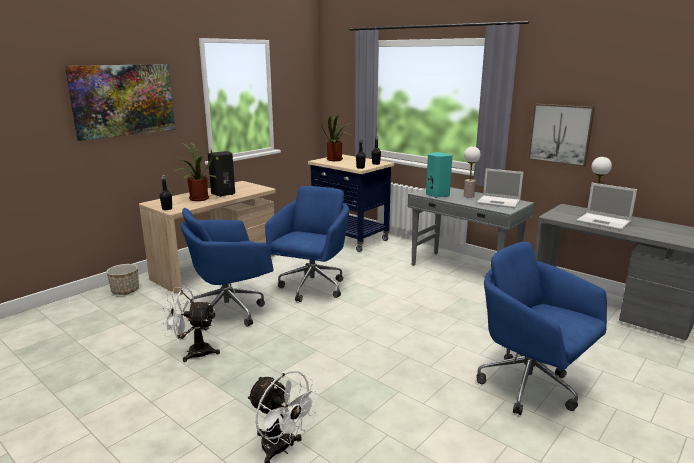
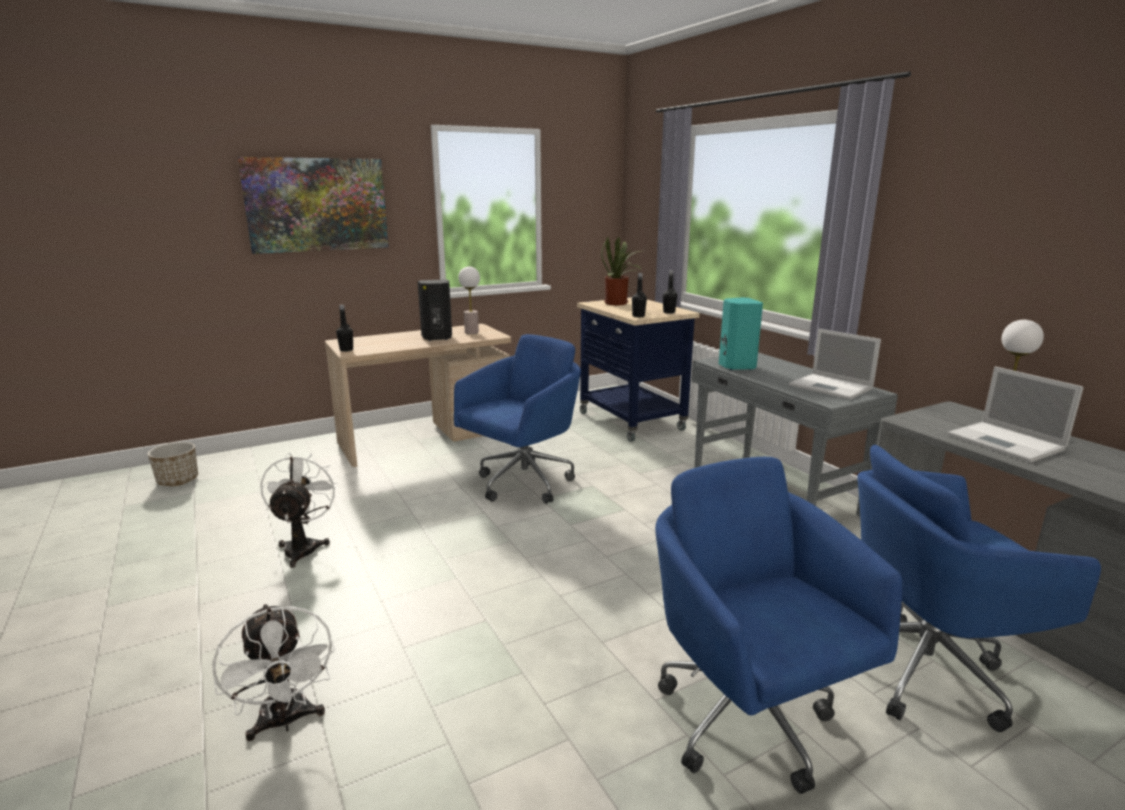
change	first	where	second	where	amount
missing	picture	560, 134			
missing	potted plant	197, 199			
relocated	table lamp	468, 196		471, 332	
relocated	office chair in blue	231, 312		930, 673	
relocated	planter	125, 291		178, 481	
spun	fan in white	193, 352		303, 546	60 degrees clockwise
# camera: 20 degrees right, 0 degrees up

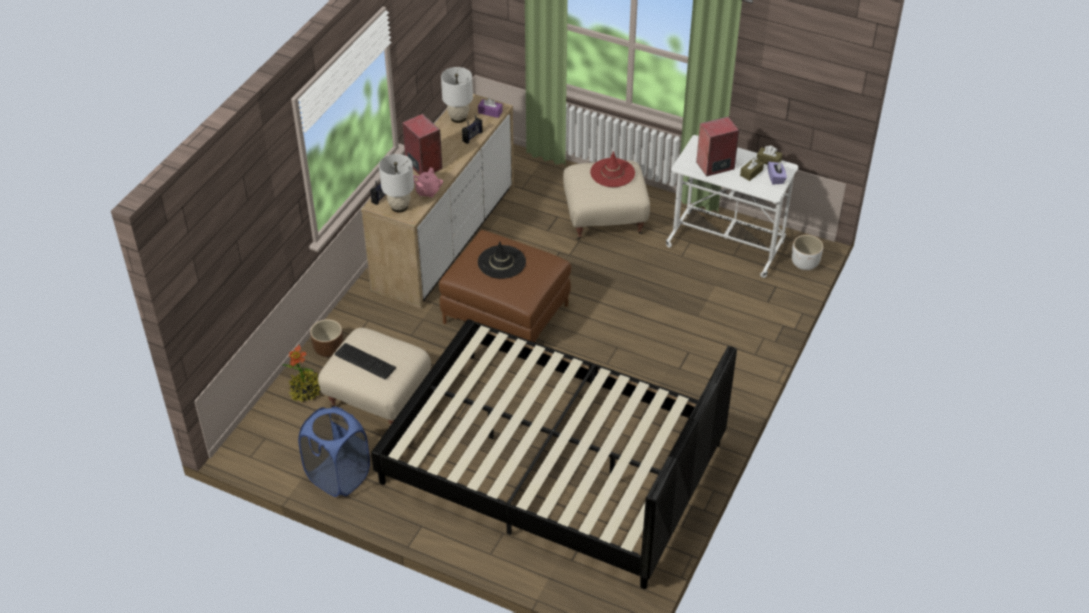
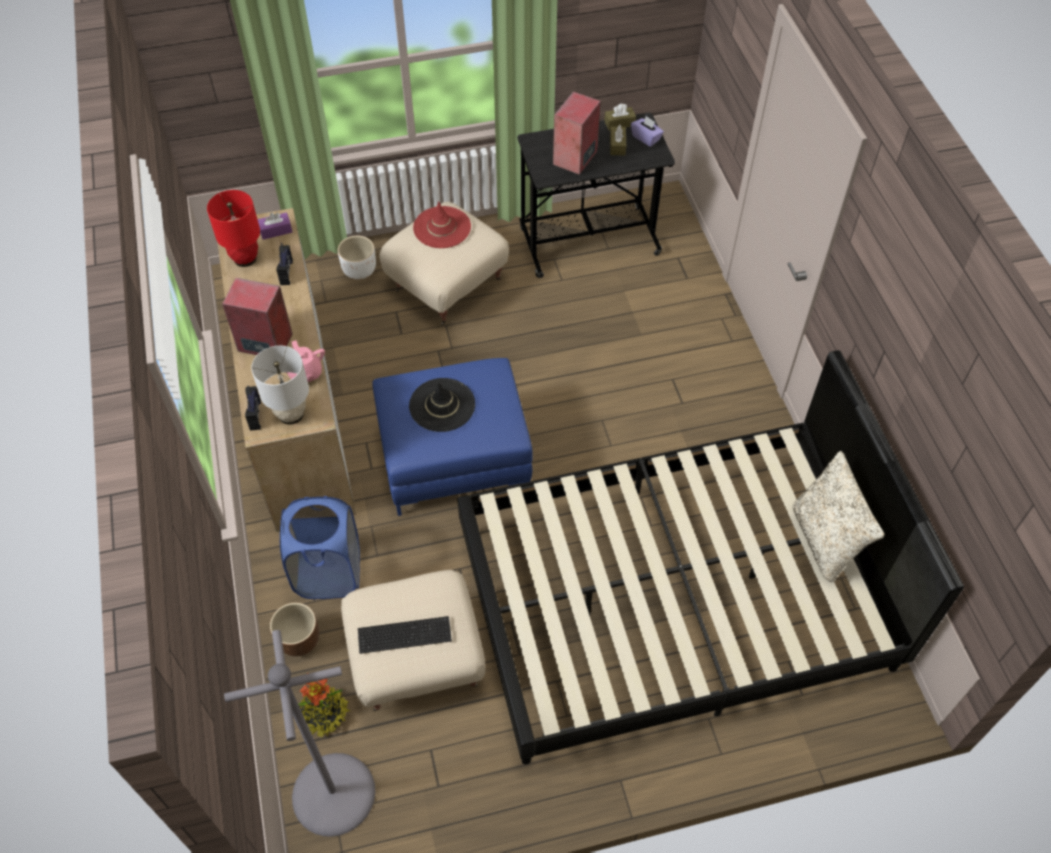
change	first	where	second	where	amount
colour	table lamp in white	458, 118	table lamp in red	245, 258	
colour	desk in white	725, 244	desk in black	589, 241	
colour	ottoman in brown	506, 314	ottoman in blue	455, 459	
relocated	planter in white	805, 263		359, 270	
relocated	laundry basket in blue	338, 476		328, 573	
appeared			pillow in beige	823, 542	
appeared			clothes rack in grey	333, 794	
# camera: 40 degrees left, 10 degrees up

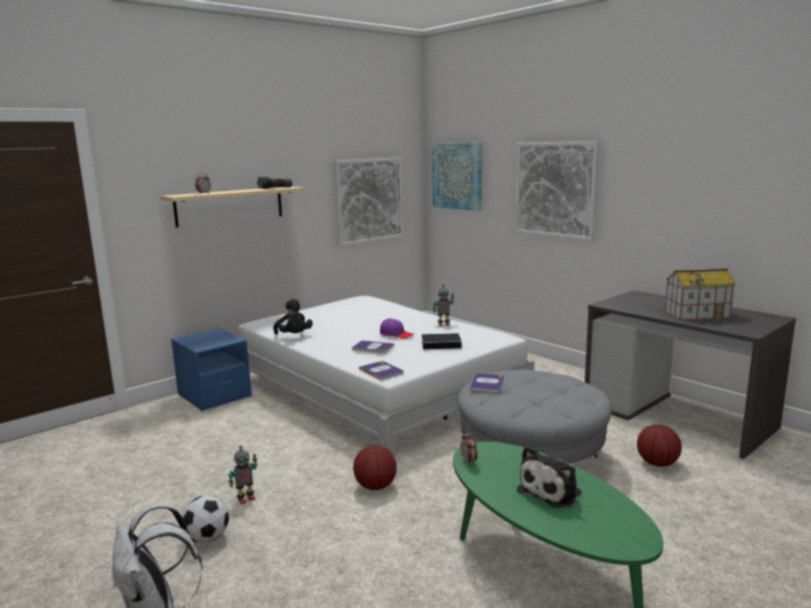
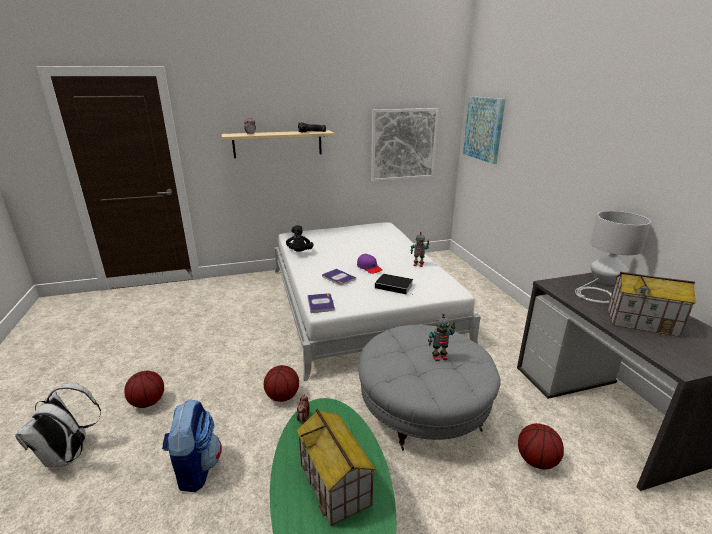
change	first	where	second	where	amount
missing	picture	555, 189			
missing	nightstand in blue	214, 396			
missing	book	487, 383			
relocated	toy robot	246, 499		439, 357	
exchanged	plush toy	552, 491	toy house	335, 484	
exchanged	football	207, 538	basketball	148, 402	
appeared			table lamp in white	601, 285	
appeared			backpack	196, 468	
# camera: 25 degrees right, 10 degrees up

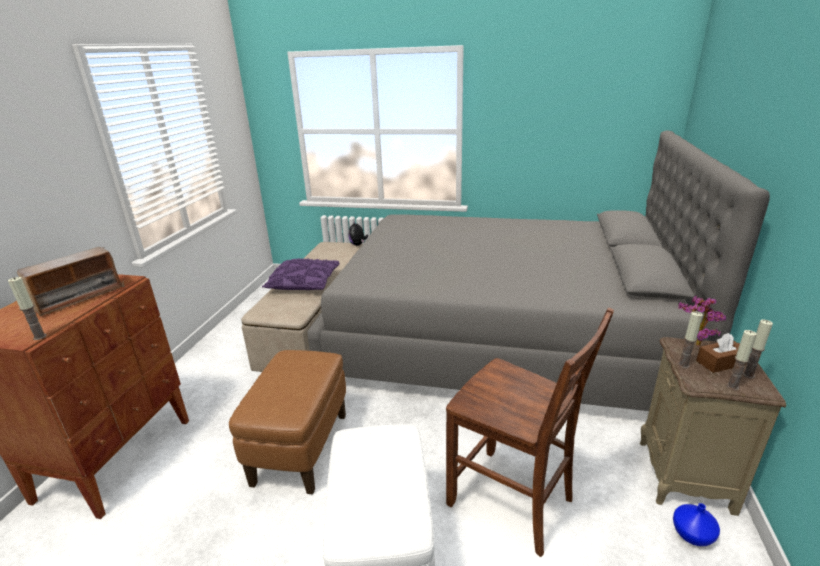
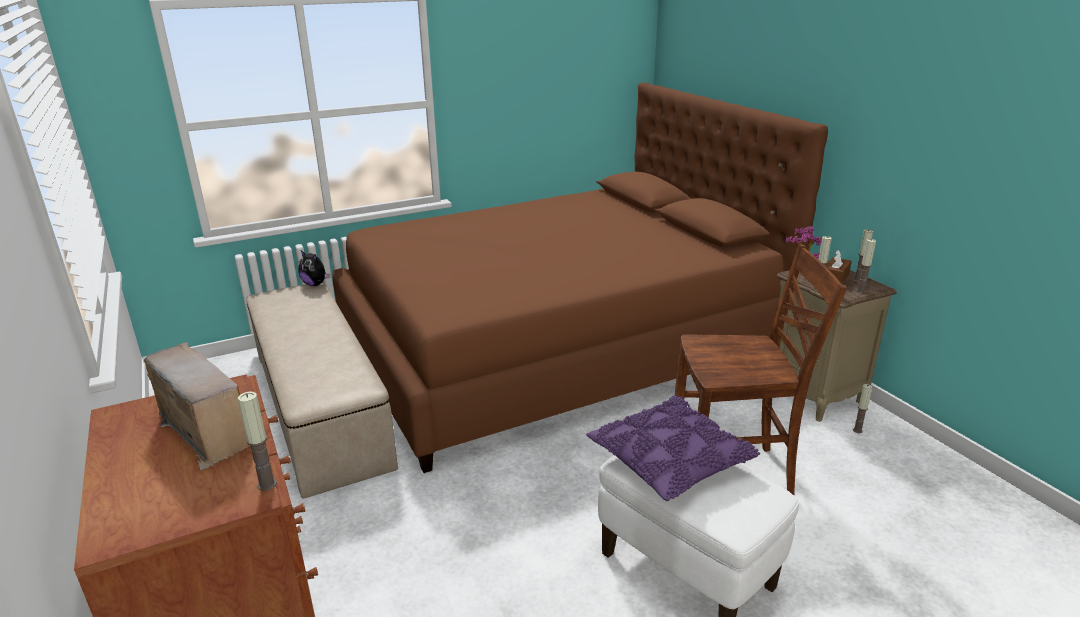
change	first	where	second	where	amount
colour	bed in grey	500, 338	bed in brown	558, 345	
spun	radio	79, 298		204, 430	45 degrees counterclockwise
relocated	pillow in purple	304, 283		670, 460	
missing	ottoman in brown	301, 448			
exchanged	vase in blue	692, 535	candle	857, 430	
# camera: 40 degrees left, 0 degrees up

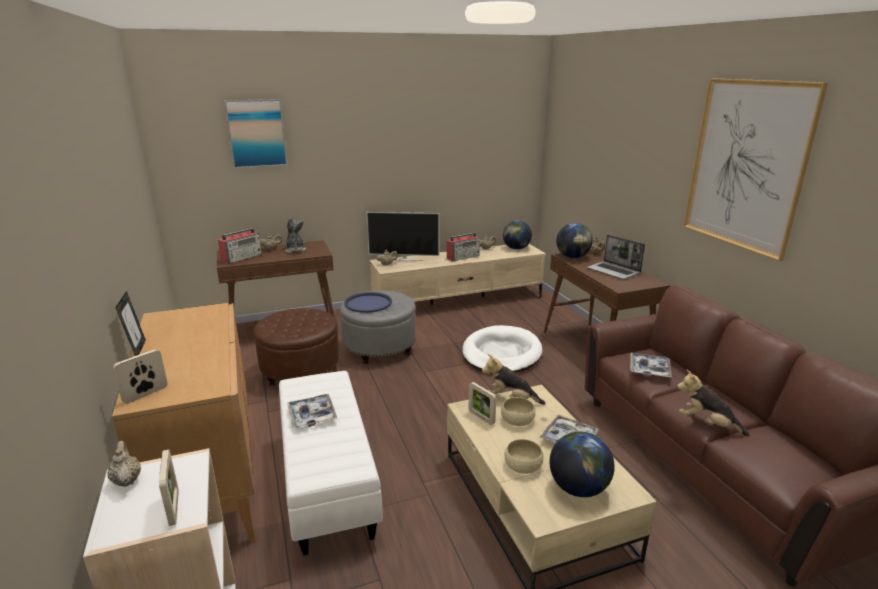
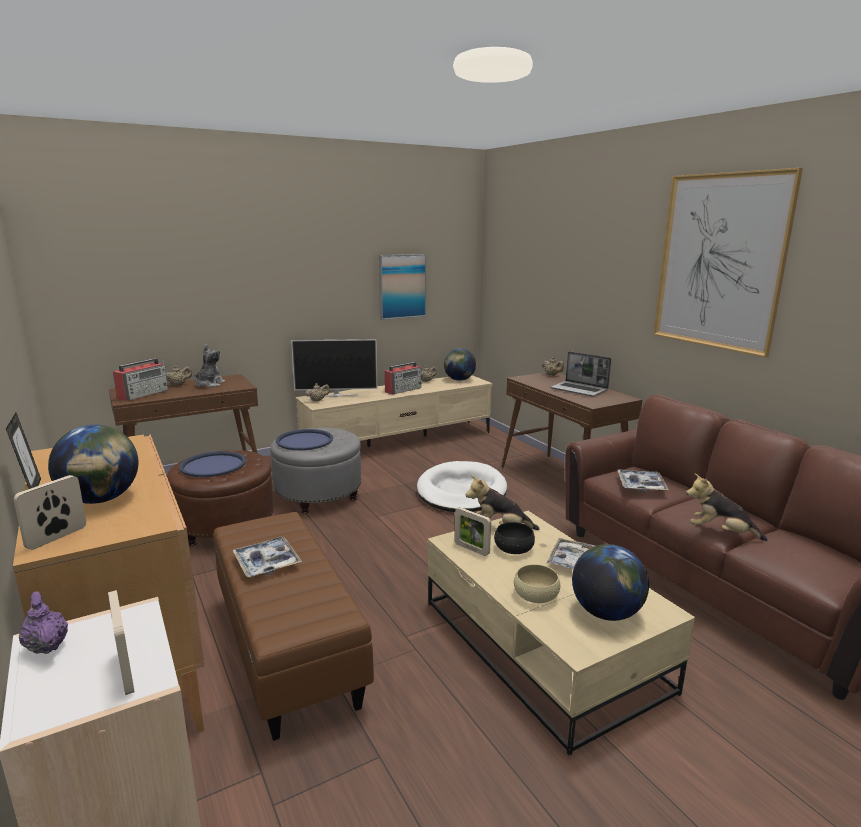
change	first	where	second	where	amount
relocated	picture	256, 133		402, 286	
spun	plush toy	295, 250		209, 384	45 degrees clockwise
relocated	globe	572, 257		101, 499	
colour	ottoman in white	327, 483	ottoman in brown	286, 650	
colour	bowl in beige	517, 420	bowl in black	513, 548	
colour	teapot in beige	127, 480	teapot in purple	46, 645	
appeared			tray in blue	213, 465	
# camera: 10 degrees left, 5 degrees down

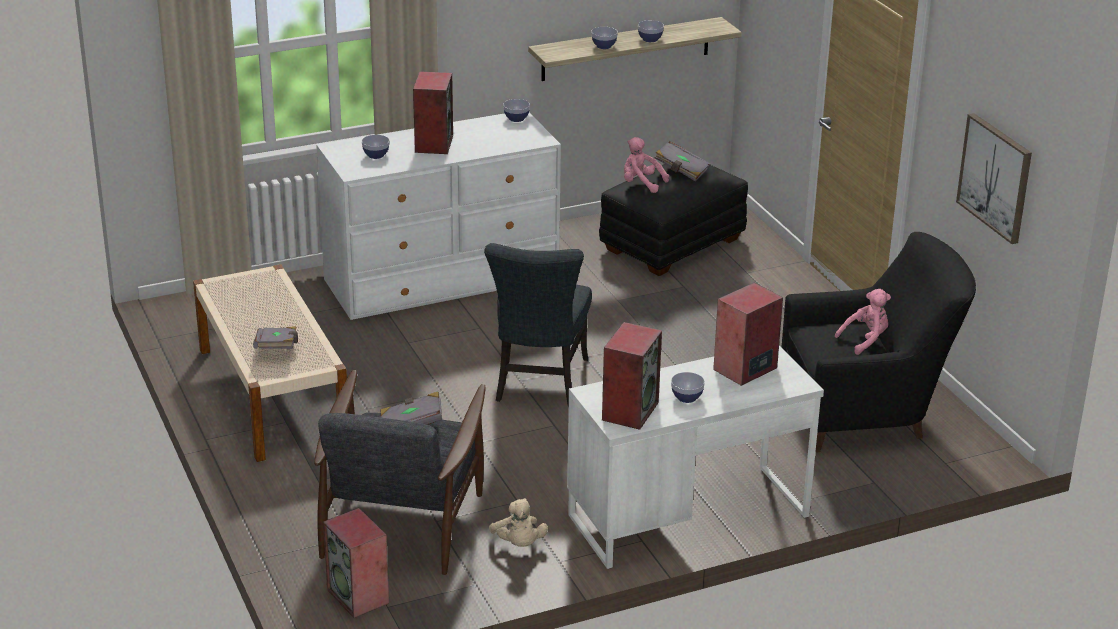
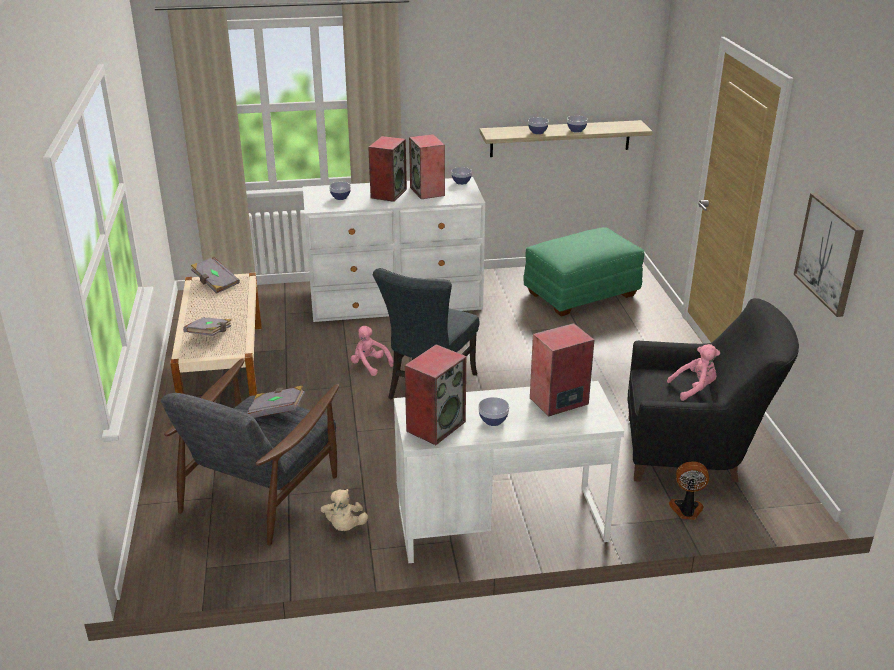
change	first	where	second	where	amount
relocated	plush toy in pink	641, 184		370, 365	
relocated	book in grey	681, 171		215, 283	
colour	ottoman in black	672, 244	ottoman in green	581, 294	
relocated	speaker	359, 596		428, 191	
appeared			fan	686, 510	
# camera: 15 degrees right, 0 degrees up

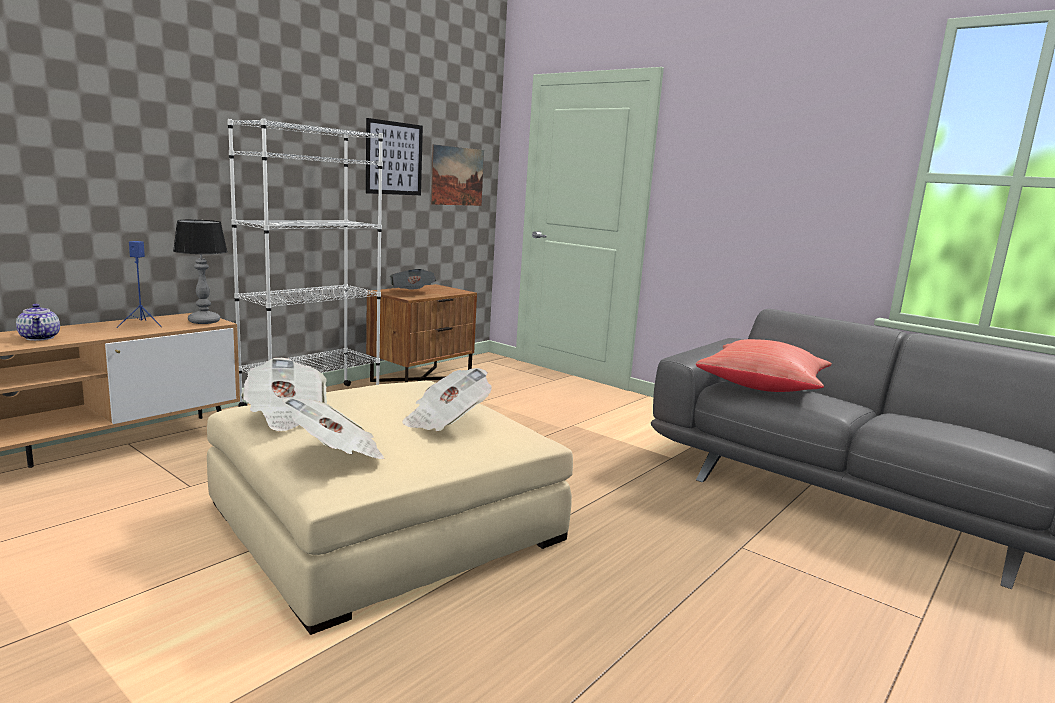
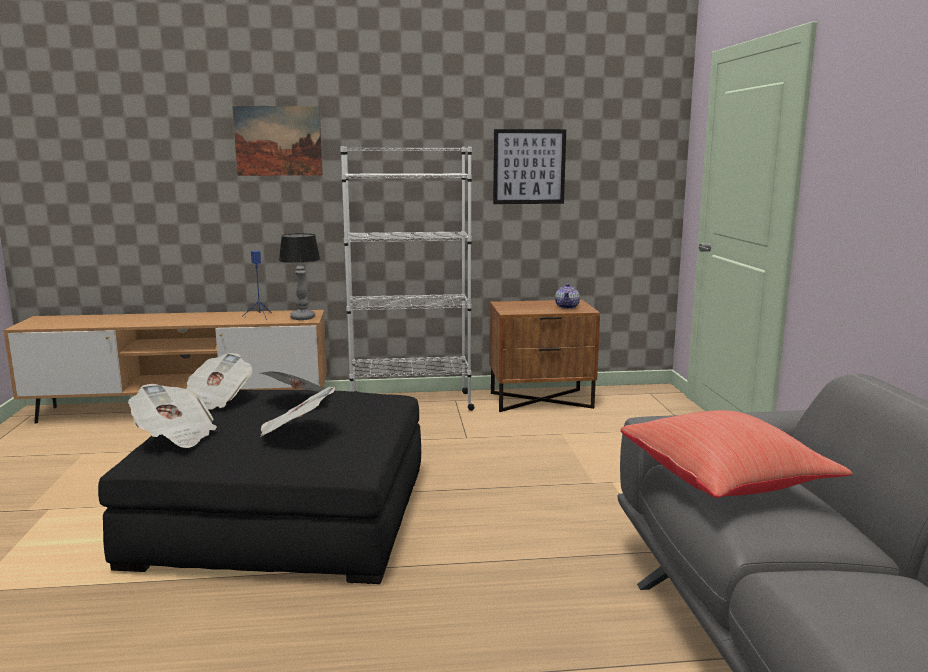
change	first	where	second	where	amount
relocated	picture	457, 176		278, 141	
relocated	newspaper	412, 293		299, 401	
relocated	teapot	40, 337		567, 307	
colour	ottoman in beige	385, 522	ottoman in black	285, 514	
# camera: 45 degrees right, 0 degrees up

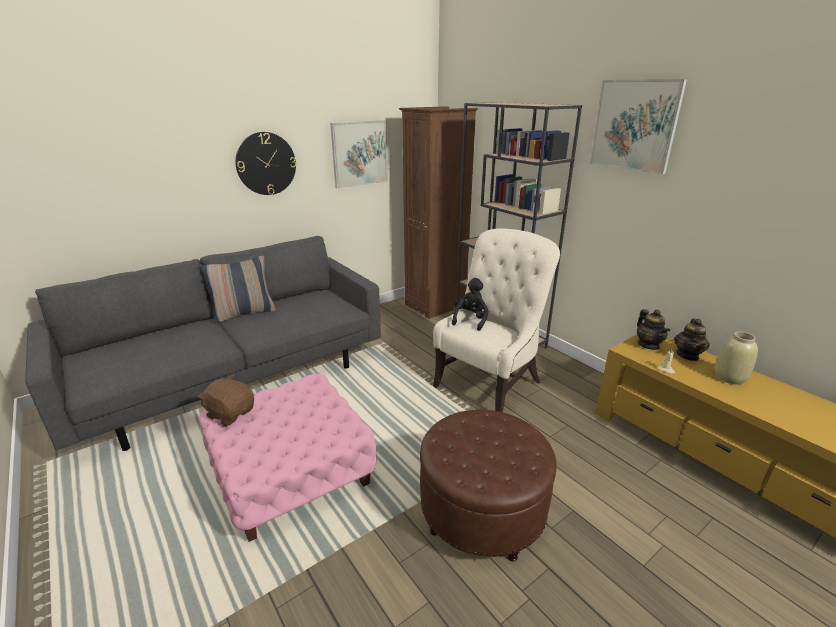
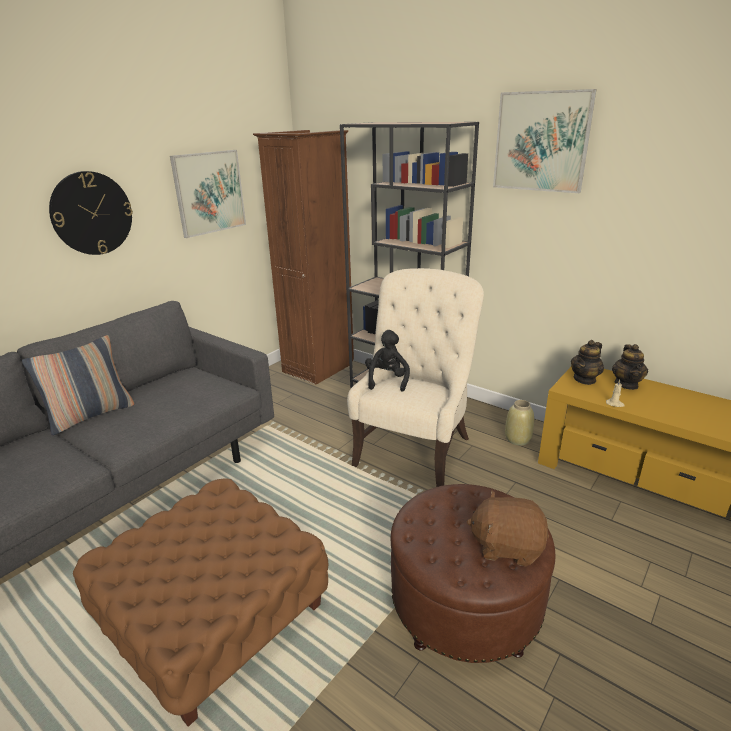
change	first	where	second	where	amount
spun	teapot	648, 345		585, 379	75 degrees clockwise
relocated	vase in beige	729, 377		517, 439	
colour	ottoman in pink	291, 471	ottoman in brown	213, 613	
relocated	plush toy in brown	231, 413		507, 546	
# camera: 15 degrees left, 0 degrees up

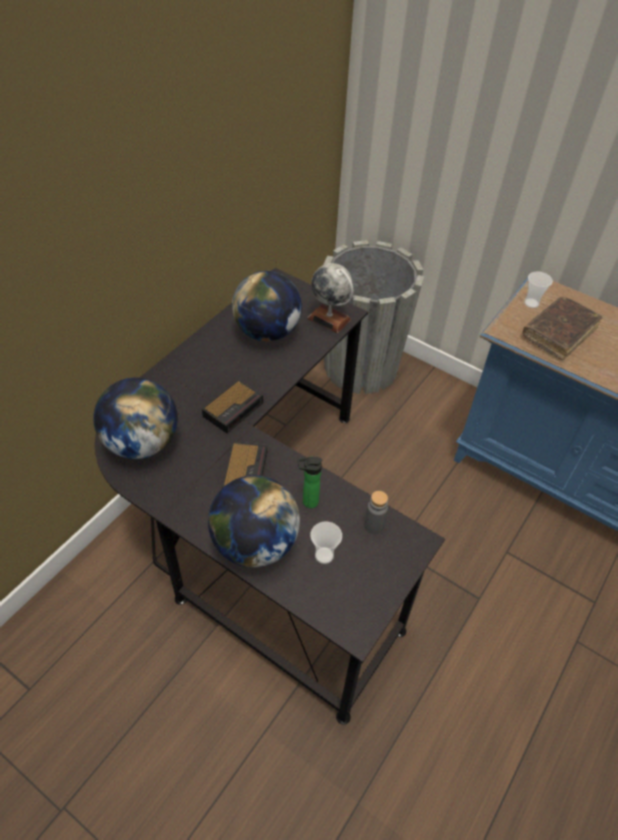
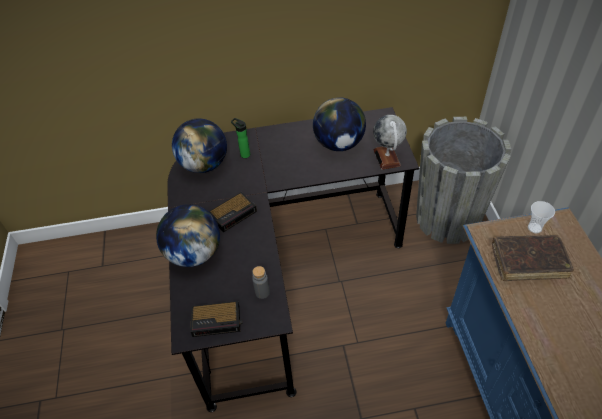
change	first	where	second	where	amount
relocated	alarm clock	234, 408		217, 321	
relocated	bottle	308, 502		244, 154	
missing	cup	324, 555			
# camera: 50 degrees right, 0 degrees up

